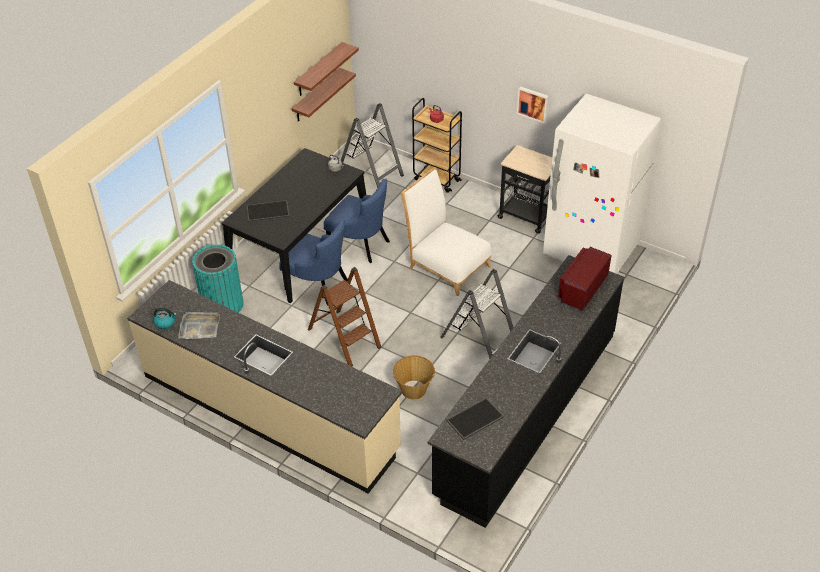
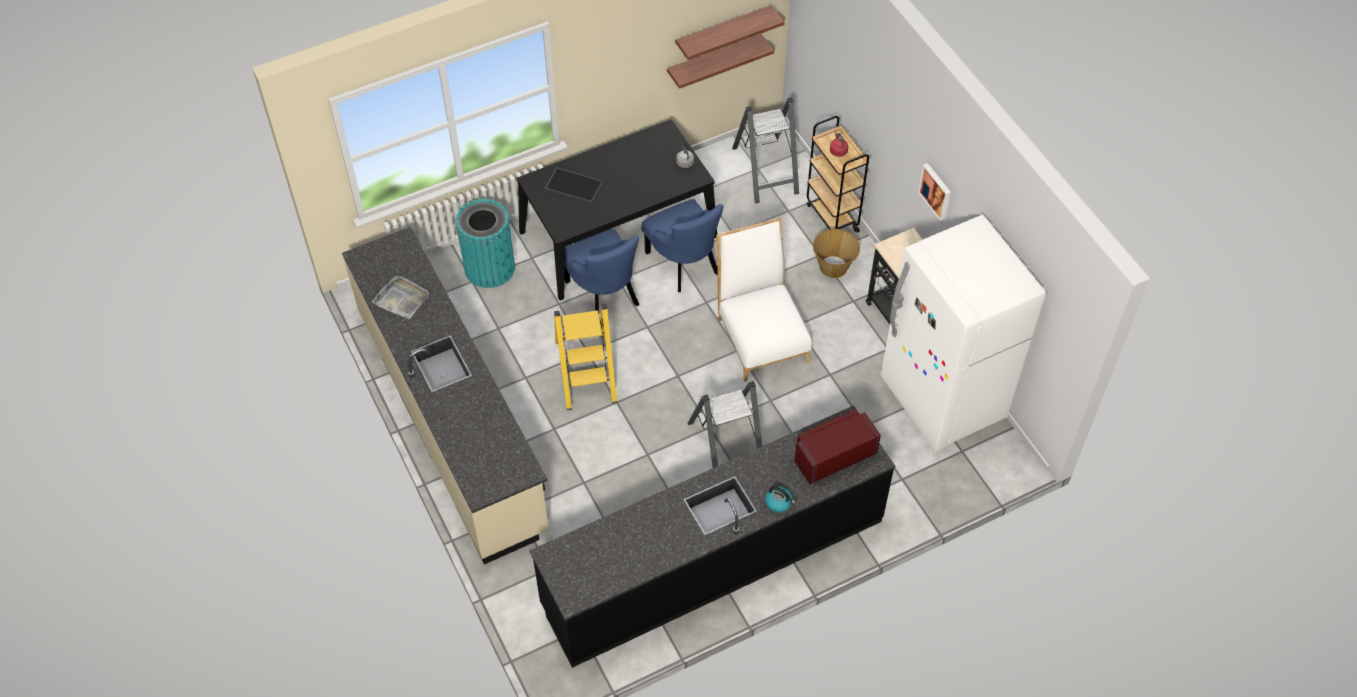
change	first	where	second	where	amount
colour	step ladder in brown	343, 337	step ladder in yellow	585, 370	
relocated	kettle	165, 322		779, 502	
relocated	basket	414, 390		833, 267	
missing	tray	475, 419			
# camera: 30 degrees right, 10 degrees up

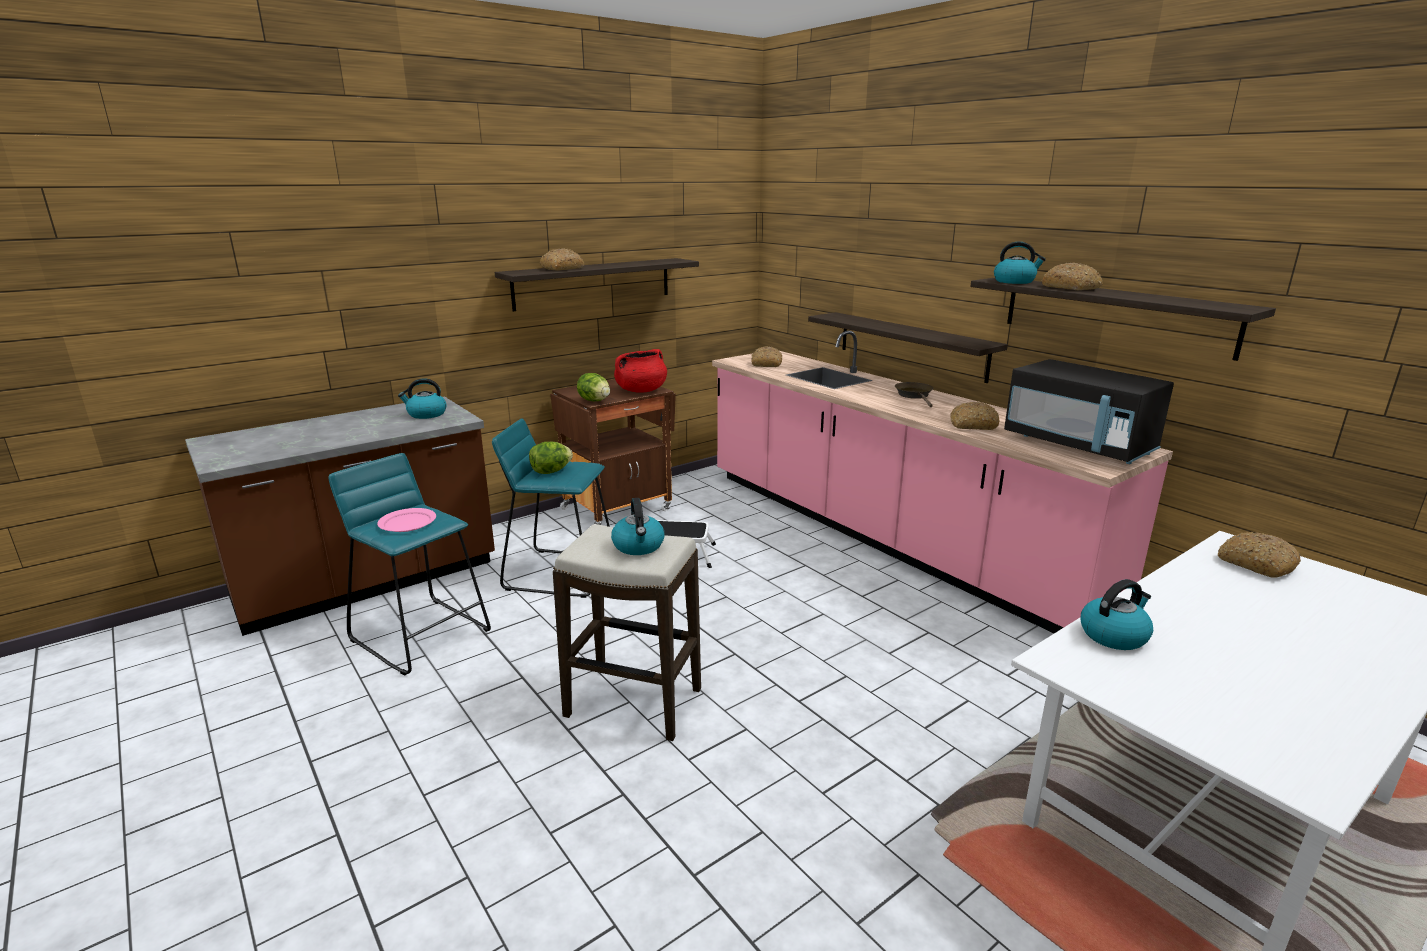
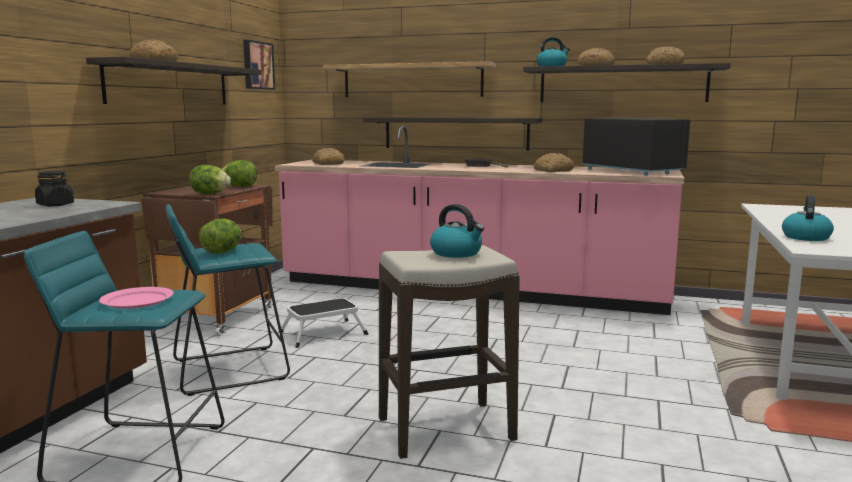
change	first	where	second	where	amount
exchanged	cooking pot in red	641, 391	lettuce	240, 187	
spun	microwave in black	1078, 445		631, 171	135 degrees counterclockwise
exchanged	kettle	426, 414	jar in black	55, 205	
relocated	bread	1255, 564		664, 64	
appeared			picture	257, 65	
appeared			shelf	412, 81	
# camera: 35 degrees left, 10 degrees down

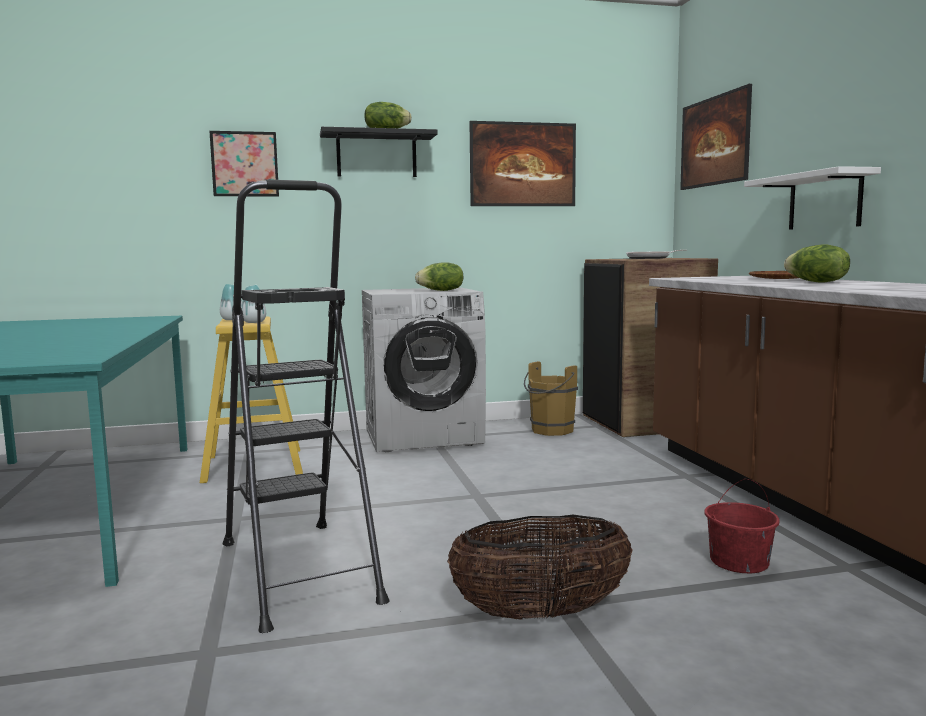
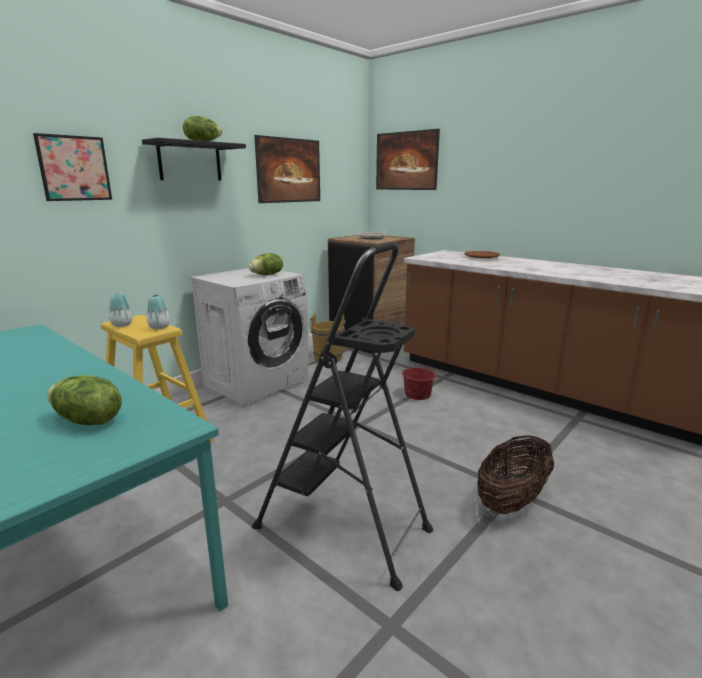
change	first	where	second	where	amount
missing	shelf in white	824, 201			
relocated	lettuce	816, 282		87, 421	
relocated	bucket in red	739, 562		417, 394	
# camera: 35 degrees left, 10 degrees up

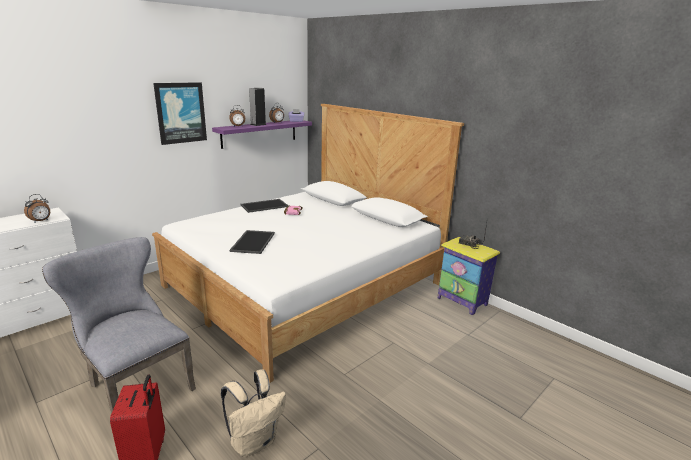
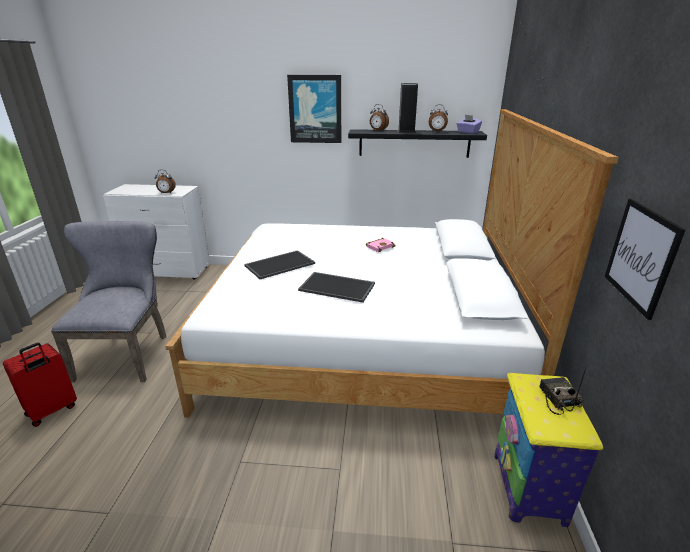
change	first	where	second	where	amount
colour	shelf in purple	259, 133	shelf in black	414, 143	
relocated	tray	264, 205		338, 287	
missing	backpack in beige	254, 441			
appeared			picture	641, 256	
# camera: 50 degrees right, 5 degrees up

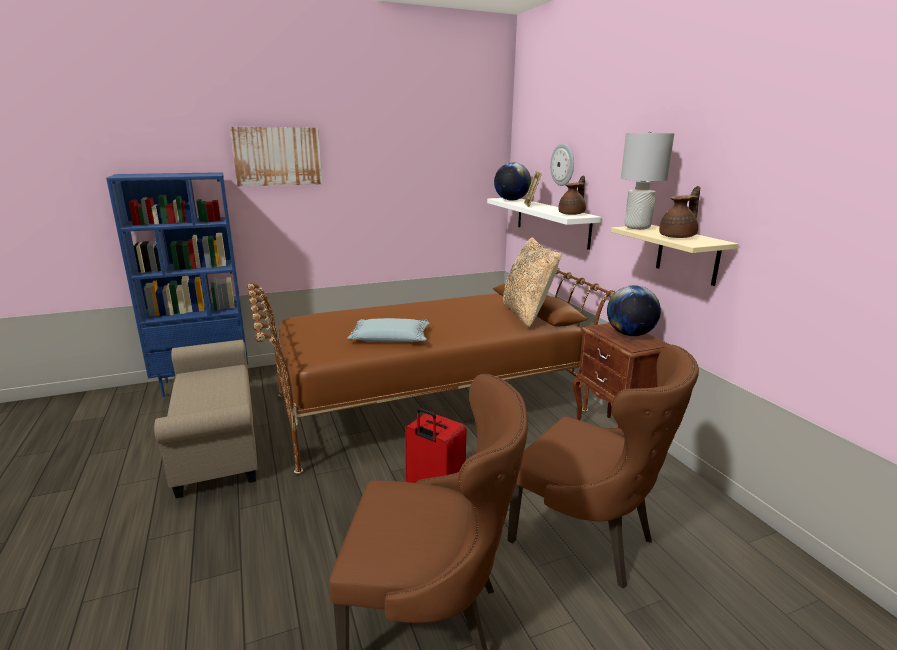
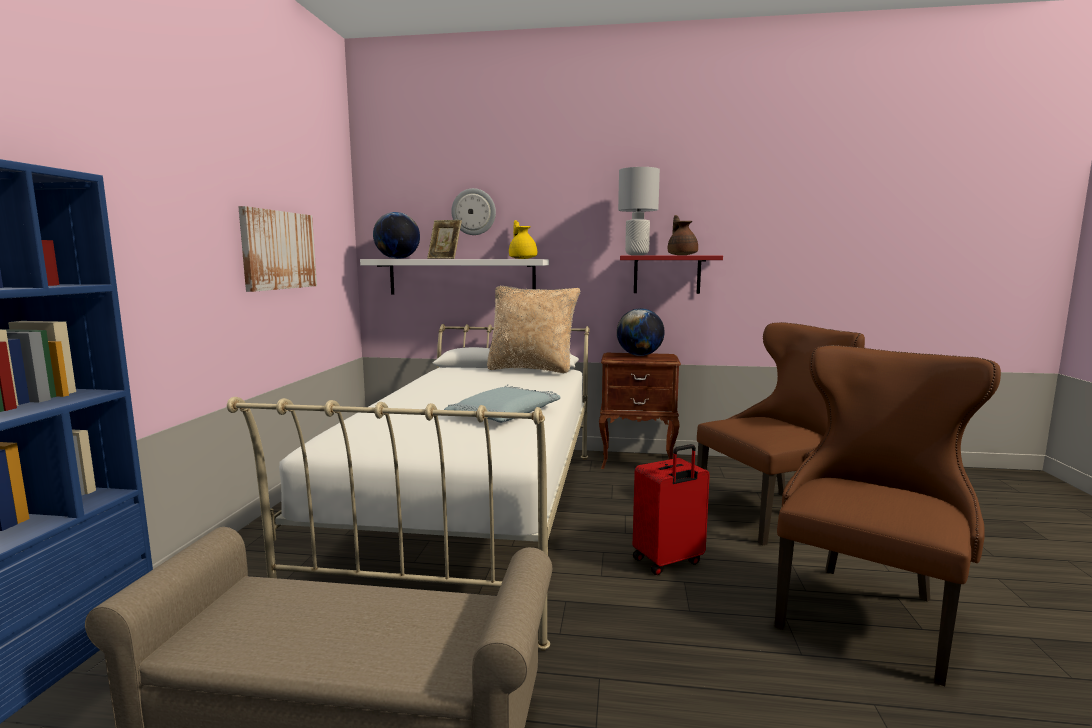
change	first	where	second	where	amount
relocated	picture	277, 156		278, 250	
colour	teapot in brown	572, 214	teapot in yellow	522, 258	
colour	shelf in beige	687, 255	shelf in red	667, 274	
colour	bed in brown	429, 403	bed in white	474, 517	
# camera: 60 degrees left, 10 degrees down

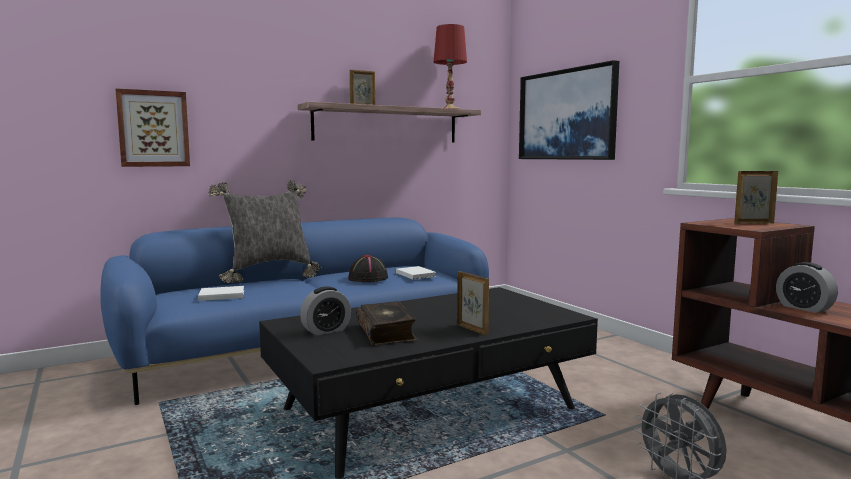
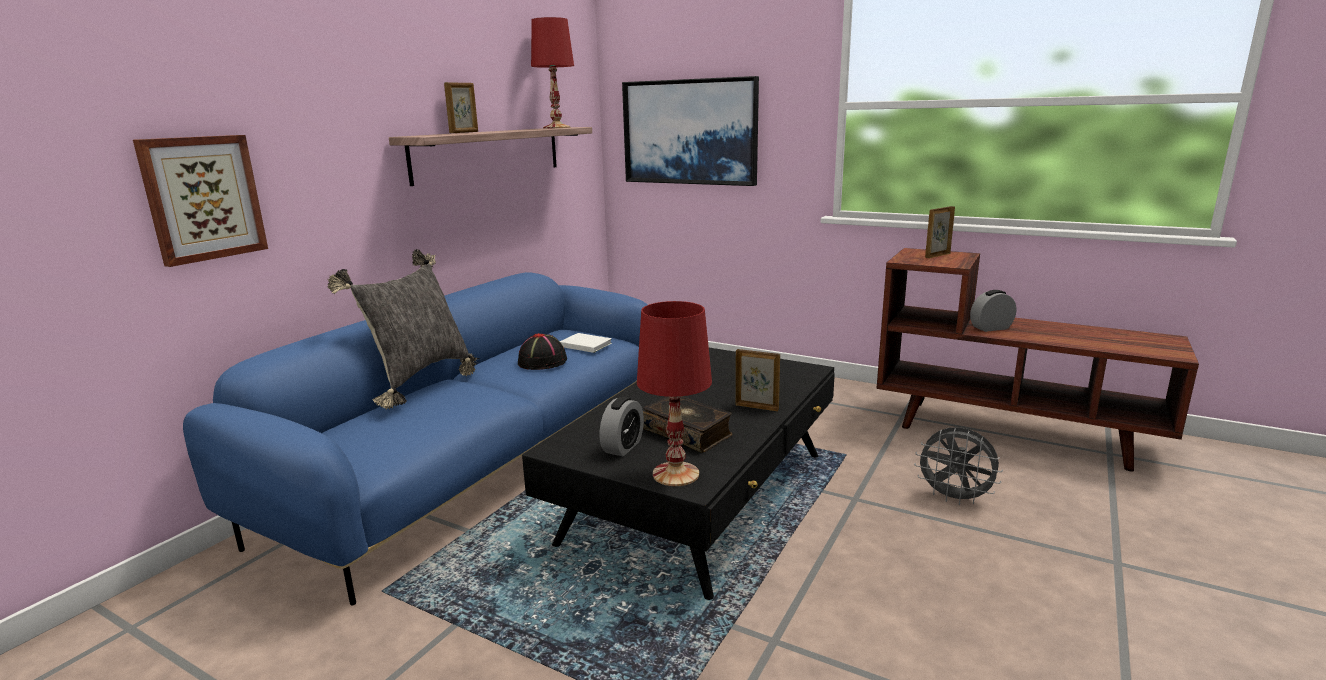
change	first	where	second	where	amount
spun	alarm clock	804, 308		991, 328	135 degrees clockwise
missing	book in white	220, 295			
appeared			table lamp in red	676, 474	
# camera: 30 degrees left, 10 degrees up

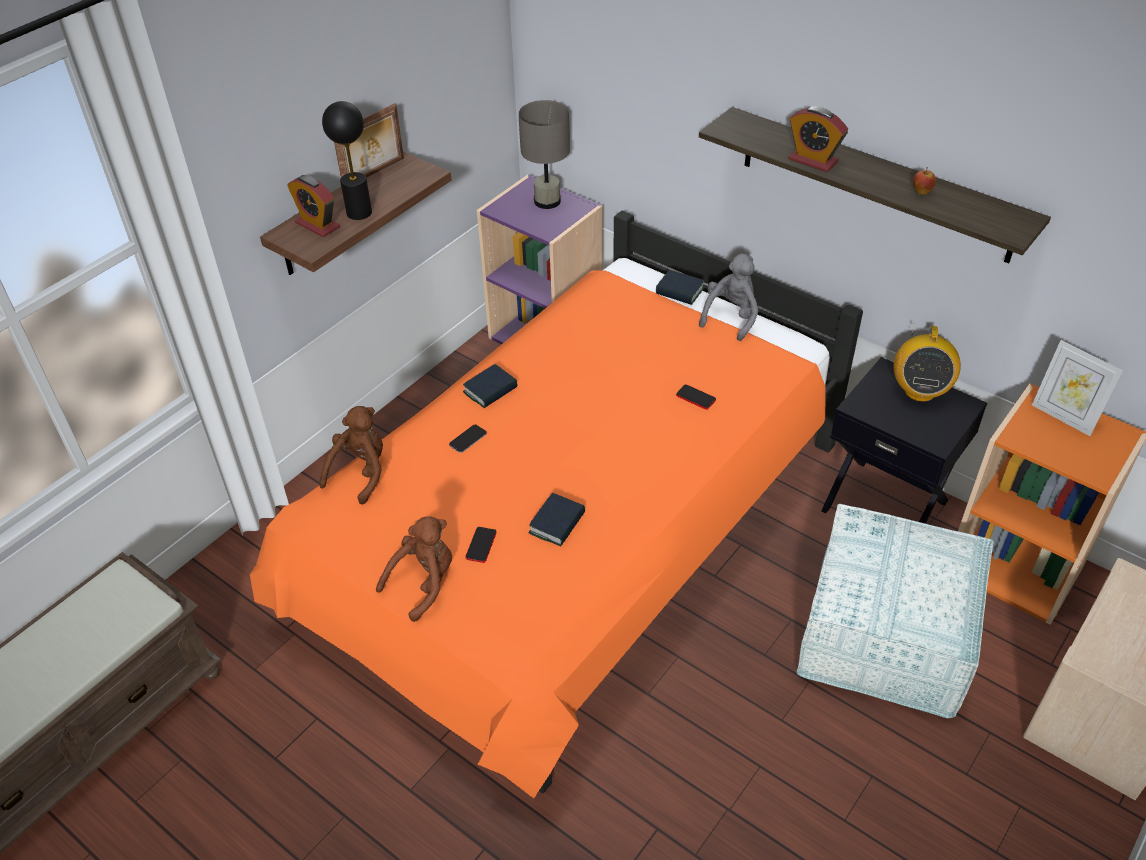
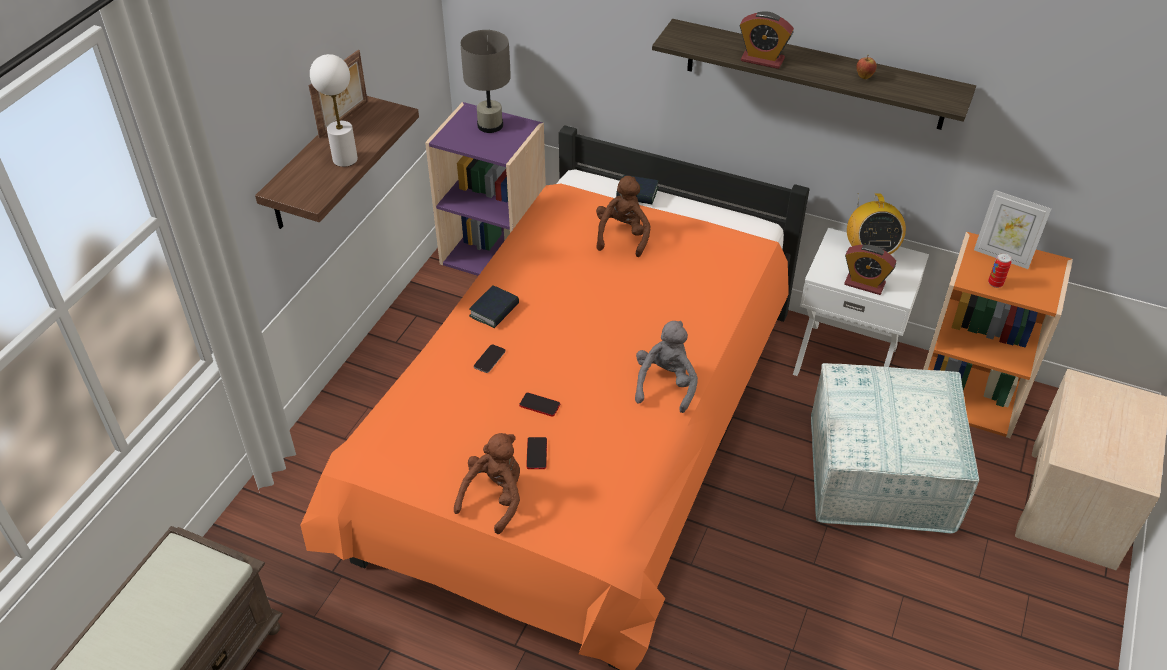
change	first	where	second	where	amount
colour	table lamp in black	358, 212	table lamp in white	344, 159	
relocated	alarm clock	317, 225		864, 284	
relocated	plush toy in grey	731, 317		665, 384	
colour	nightstand in black	885, 504	nightstand in white	846, 359	
relocated	phone	695, 397		539, 405	
relocated	plush toy in brown	360, 473		623, 236	
missing	book	557, 523			
appeared			can	995, 283	
# camera: 15 degrees left, 0 degrees up

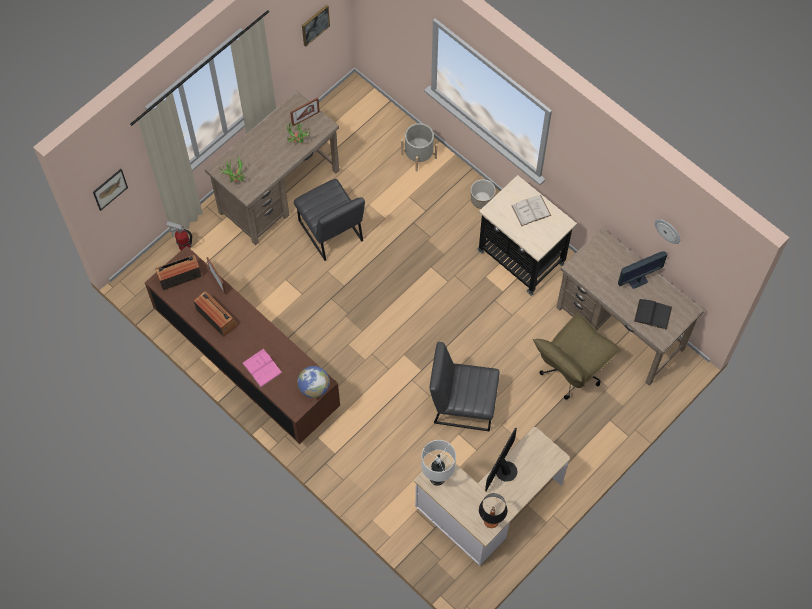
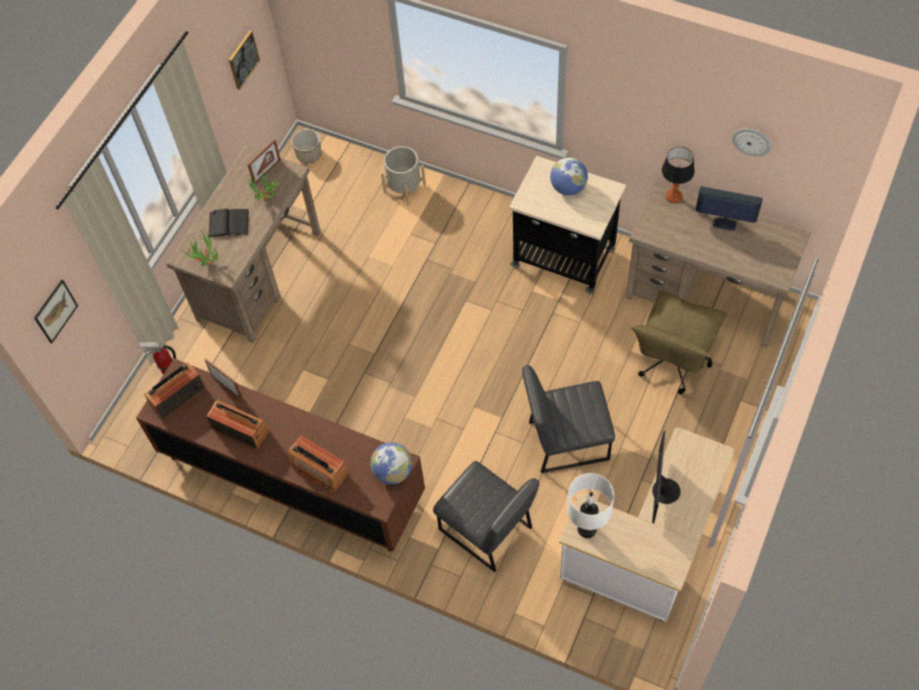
change	first	where	second	where	amount
relocated	chair in grey	331, 232		487, 530	
relocated	planter	482, 200		309, 155	
exchanged	book in white	531, 210	globe	568, 188	
spun	monitor	638, 281		723, 224	120 degrees counterclockwise
relocated	book in black	653, 314		228, 223	
exchanged	book in pink	262, 368	radio	319, 470	
relocated	table lamp	491, 521		674, 196	
# camera: 15 degrees left, 5 degrees down

